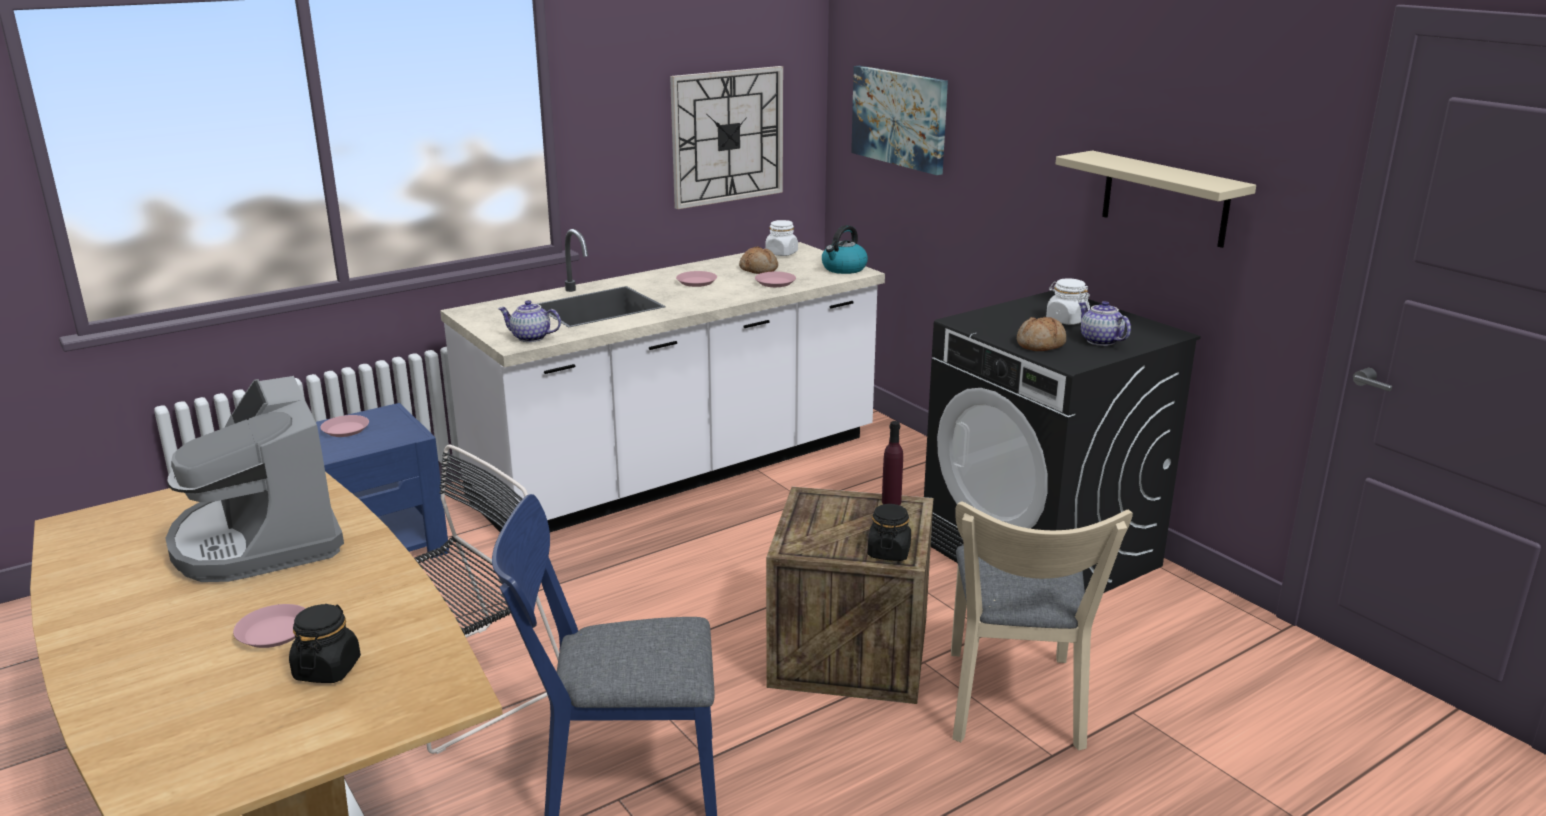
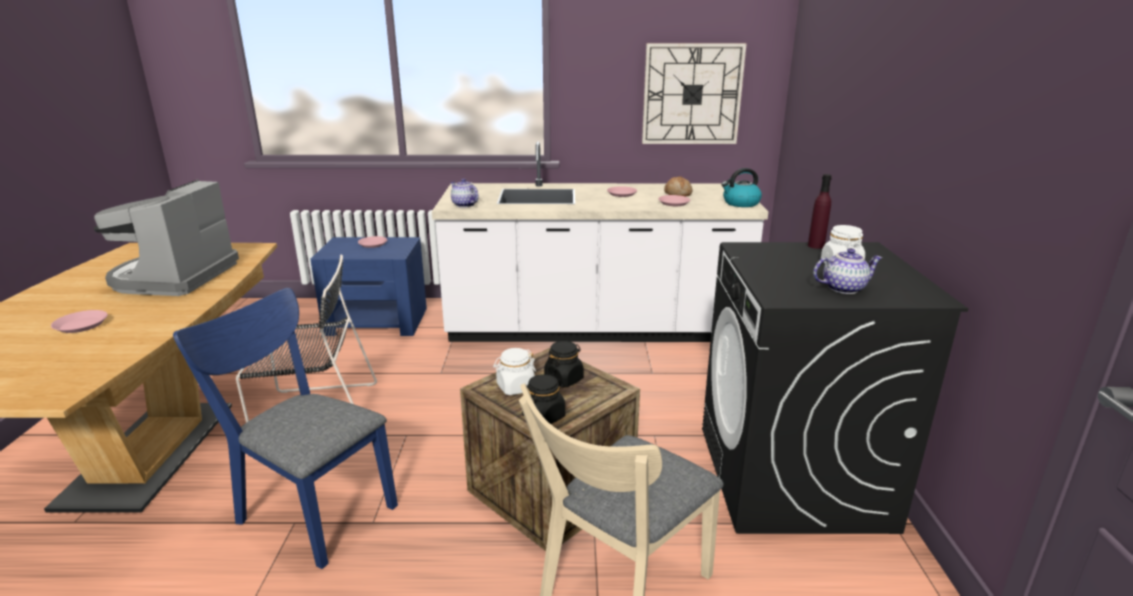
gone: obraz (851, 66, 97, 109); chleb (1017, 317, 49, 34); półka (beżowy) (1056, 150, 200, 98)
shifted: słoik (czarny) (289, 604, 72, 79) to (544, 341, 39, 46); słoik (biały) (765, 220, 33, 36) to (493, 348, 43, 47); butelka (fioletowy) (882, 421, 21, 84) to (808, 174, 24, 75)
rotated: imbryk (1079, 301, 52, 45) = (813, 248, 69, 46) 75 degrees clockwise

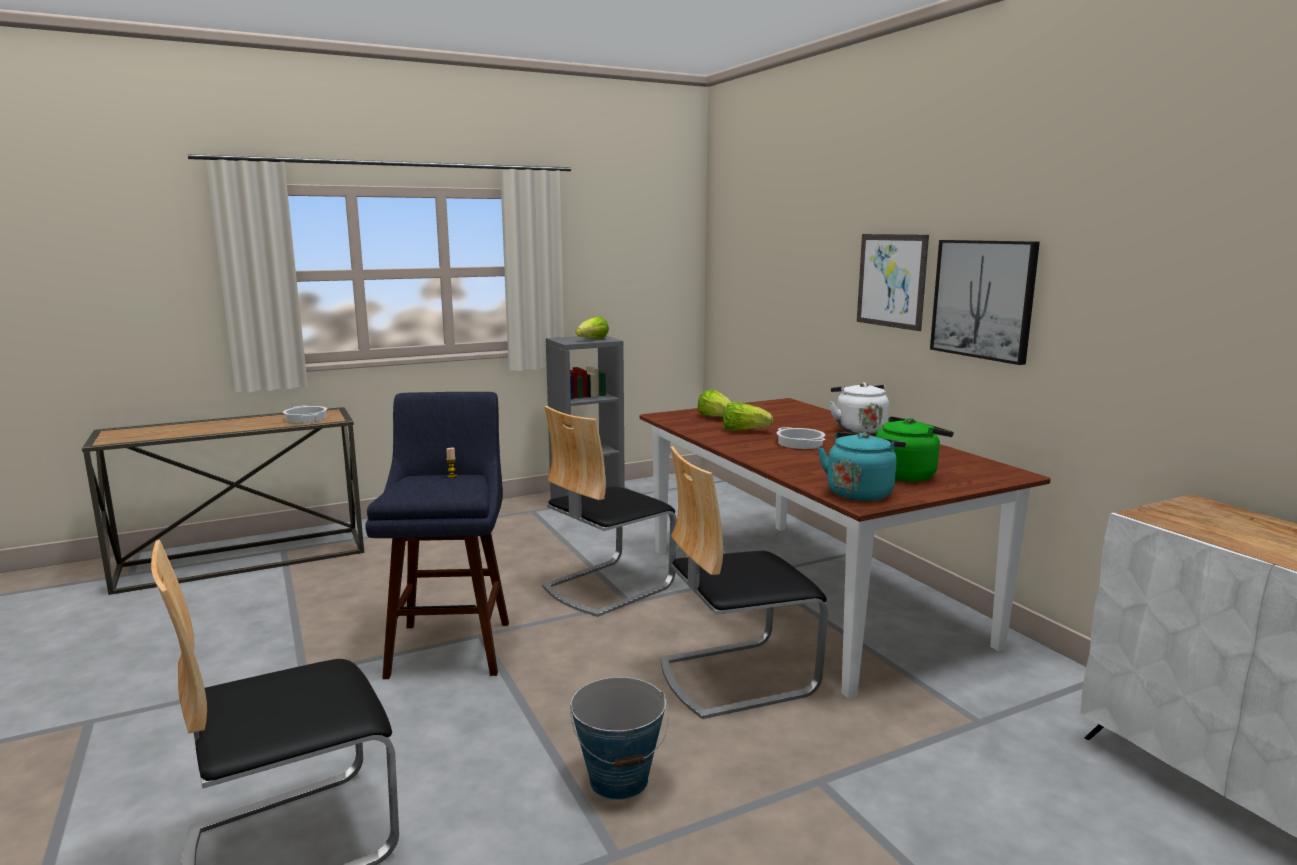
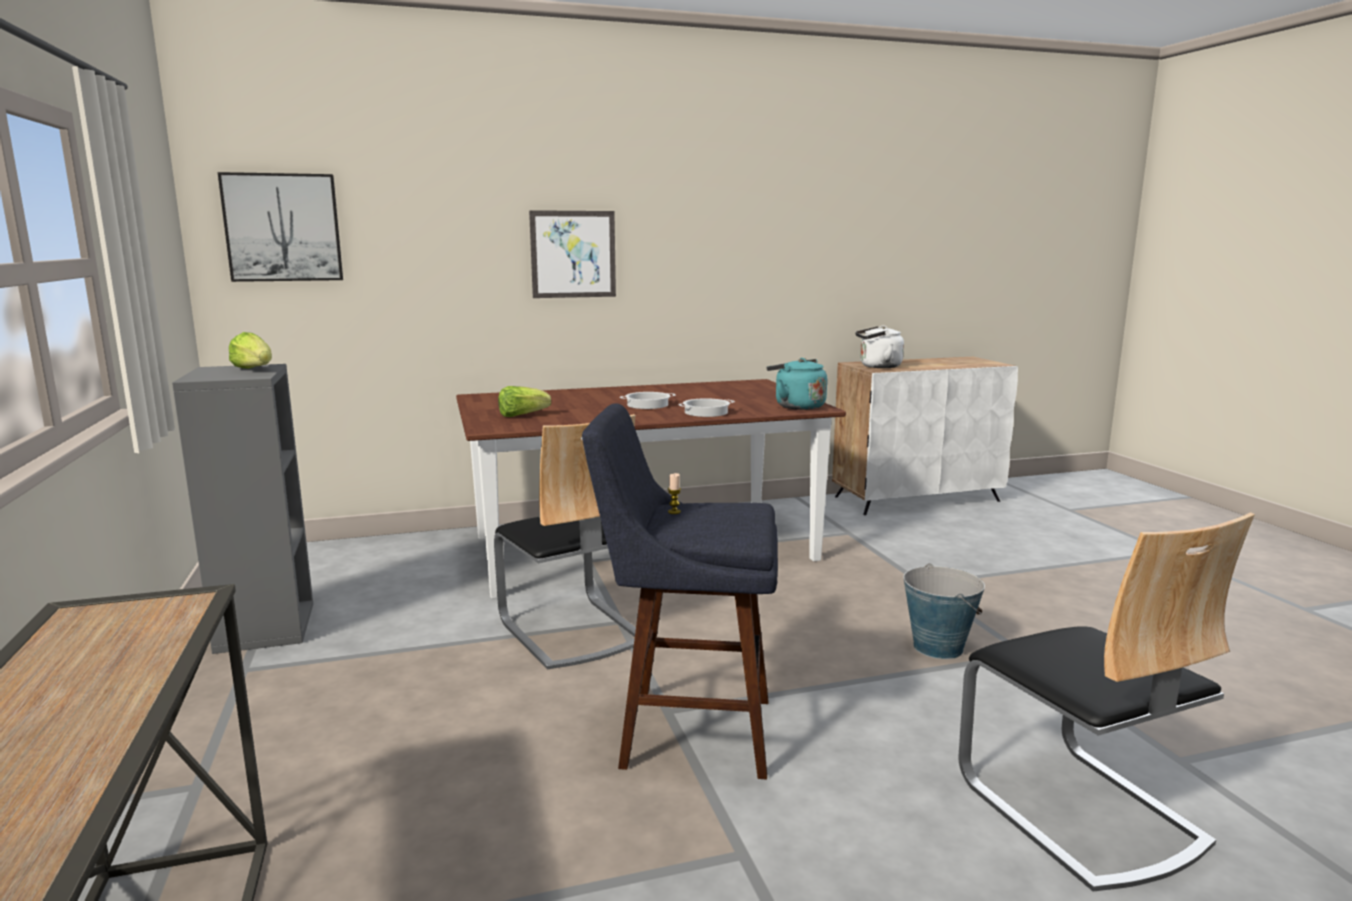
gone: krzesło (660, 446, 168, 273); sałata (723, 402, 50, 29); czajnik (zielony) (876, 416, 78, 66)
shifted: garnek (283, 406, 44, 17) to (678, 398, 57, 19); czajnik (biały) (830, 382, 59, 52) to (855, 326, 49, 42); obraz (930, 240, 110, 125) to (218, 172, 125, 110)

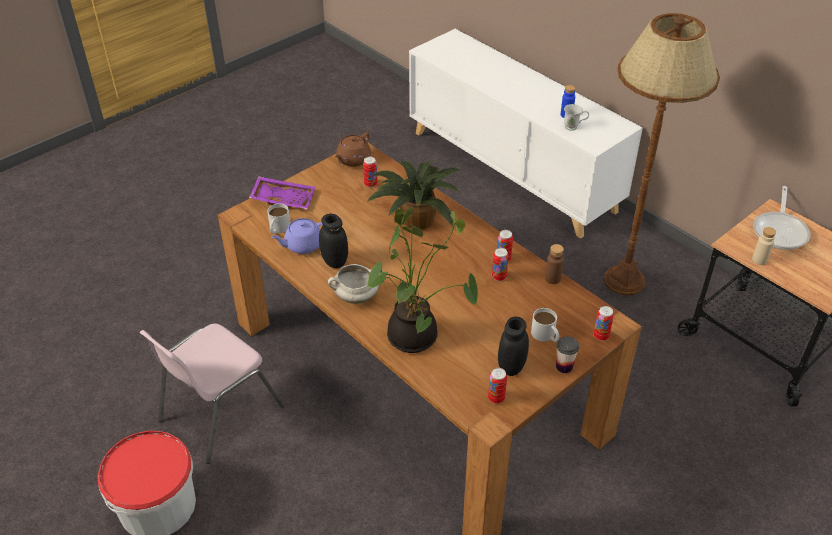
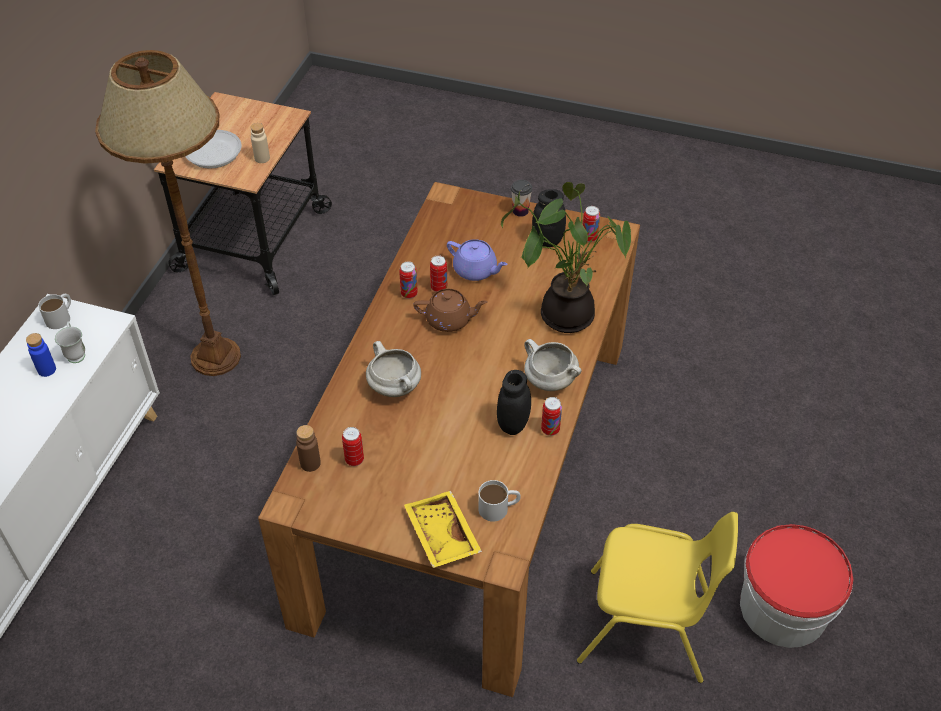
shifted: imbryk (fioletowy) (271, 218, 52, 36) to (447, 239, 61, 42); imbryk (brązowy) (335, 132, 36, 35) to (414, 289, 74, 43); kubek (biały) (531, 308, 28, 34) to (38, 294, 33, 35); butelka (brązowy) (545, 244, 19, 40) to (296, 425, 25, 47); puszka (594, 306, 20, 35) to (541, 397, 21, 39)
swapped: roślina doniczkowa (367, 160, 93, 70) to garnek (biały) (366, 341, 55, 56)
repainted: krzesło (różowy) (139, 323, 145, 141) to krzesło (żółty) (577, 512, 161, 171); taca (fioletowy) (249, 176, 66, 34) to taca (żółty) (404, 491, 78, 77)

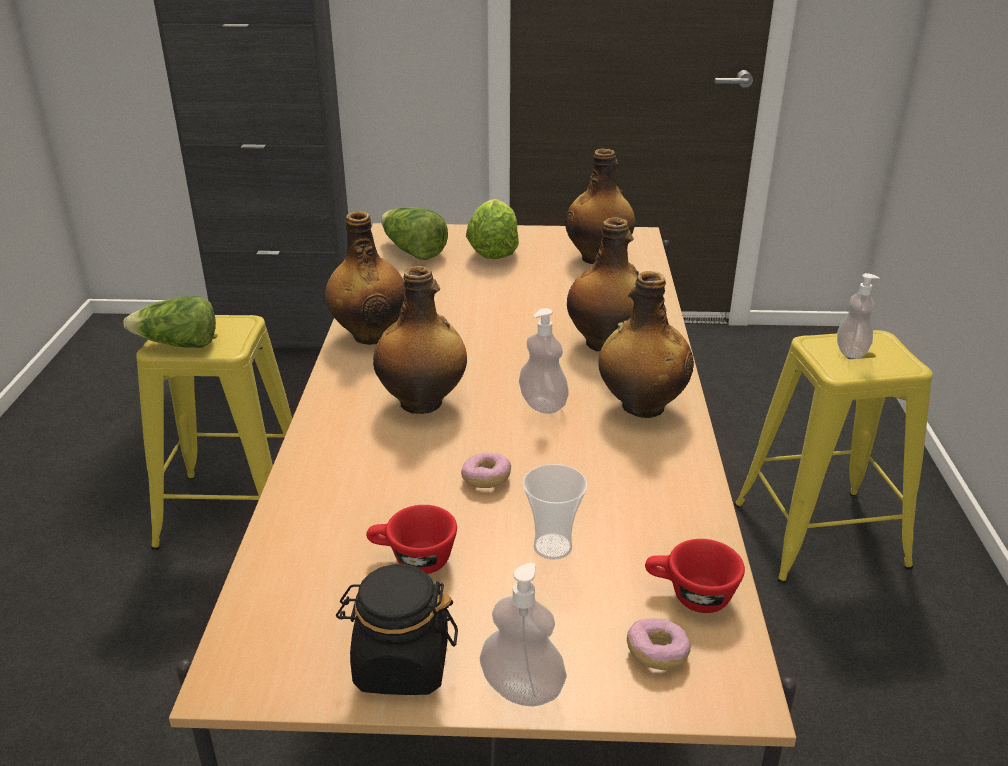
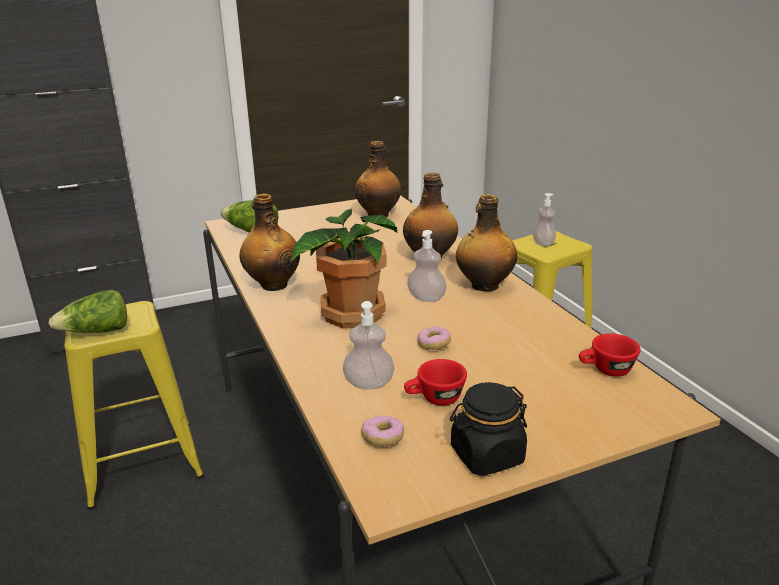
gone: sałata (466, 199, 53, 60); filiżanka (523, 464, 65, 96)
shifted: dozownik mydła (480, 563, 87, 143) to (343, 301, 51, 88); donut (627, 618, 64, 52) to (361, 416, 43, 30)
swapped: butelka (373, 266, 94, 148) to roślina doniczkowa (290, 208, 107, 121)

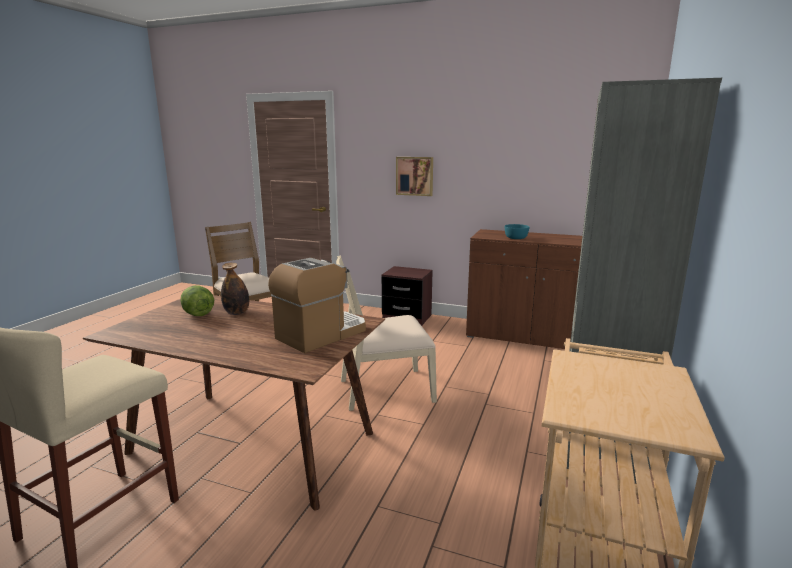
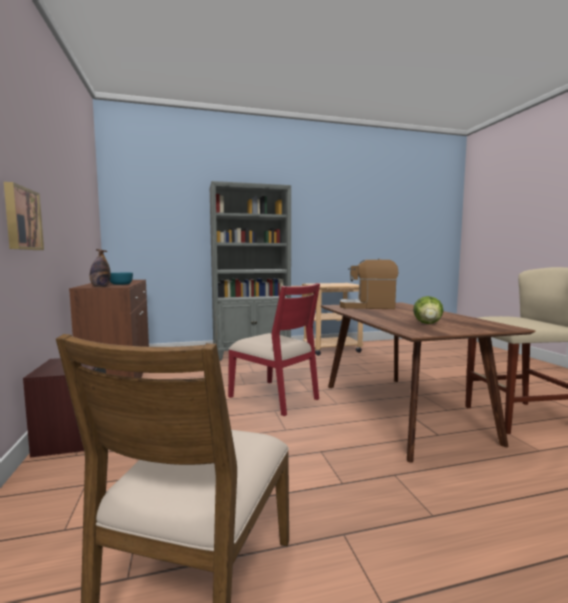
shifted: butelka (221, 263, 28, 52) to (90, 249, 21, 38)
repainted: krzesło (beżowy) (336, 255, 101, 156) to krzesło (czerwony) (228, 283, 92, 133)

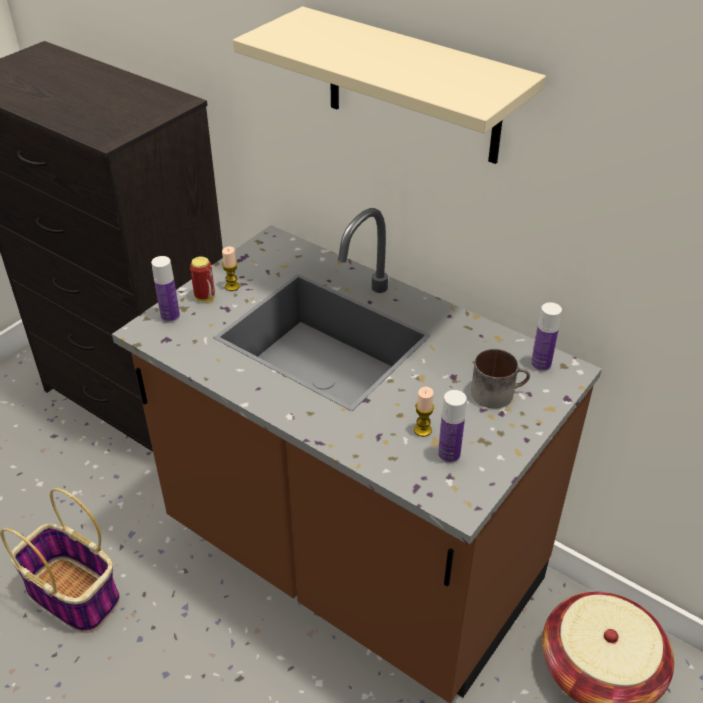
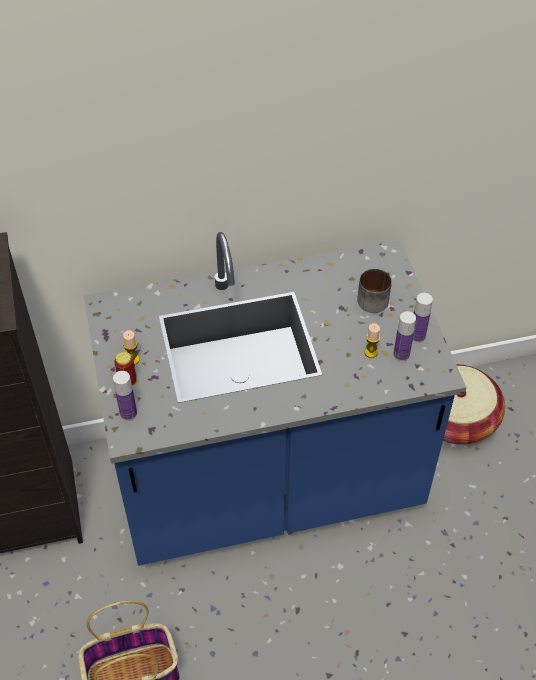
gone: półka (beżowy) (233, 7, 313, 157)
shifted: butelka (531, 302, 31, 70) to (413, 293, 20, 50)
repainted: zabudowa kuchenna (brązowy) (112, 208, 490, 495) to zabudowa kuchenna (niebieski) (84, 232, 382, 334)

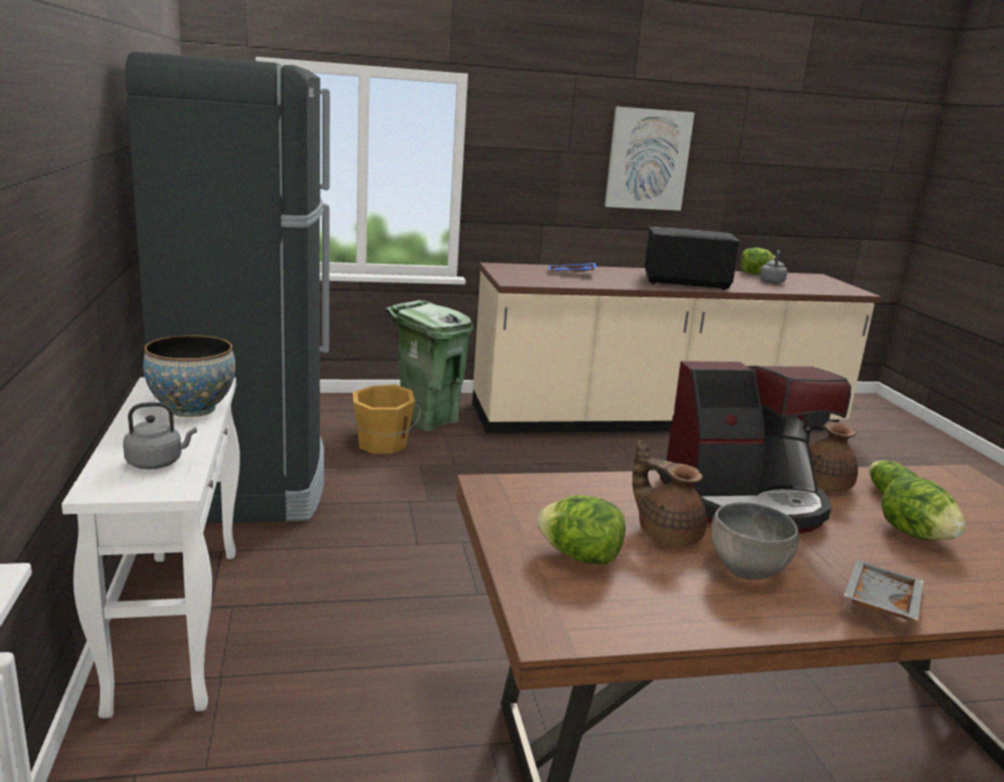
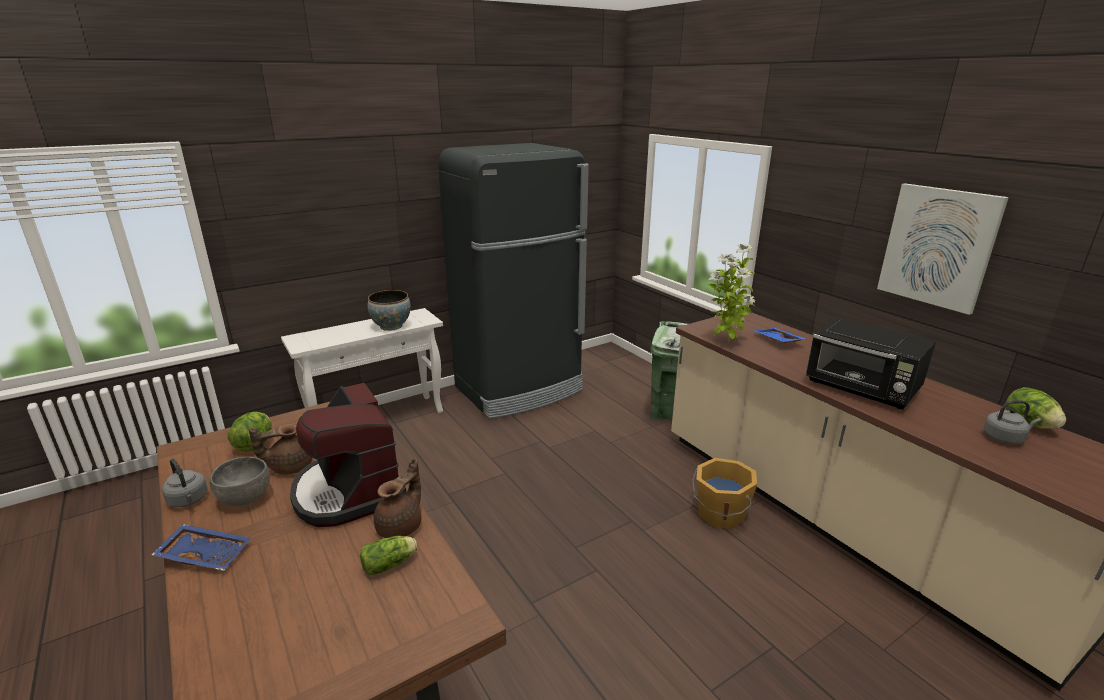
gone: sałata (881, 475, 85, 65)
new: roślina doniczkowa (708, 244, 47, 99)
shifted: czajnik (szary) (123, 402, 74, 67) to (162, 459, 46, 48); wiadro (pomarańczowy) (345, 385, 76, 69) to (692, 458, 65, 71)
repainted: taca (szary) (844, 559, 79, 61) to taca (niebieski) (152, 524, 99, 47)
rotated: imbryk (brązowy) (632, 440, 75, 106) = (248, 424, 64, 51) 135 degrees counterclockwise; mikrofalówka (czarny) (644, 226, 96, 64) = (806, 317, 130, 92) 150 degrees clockwise

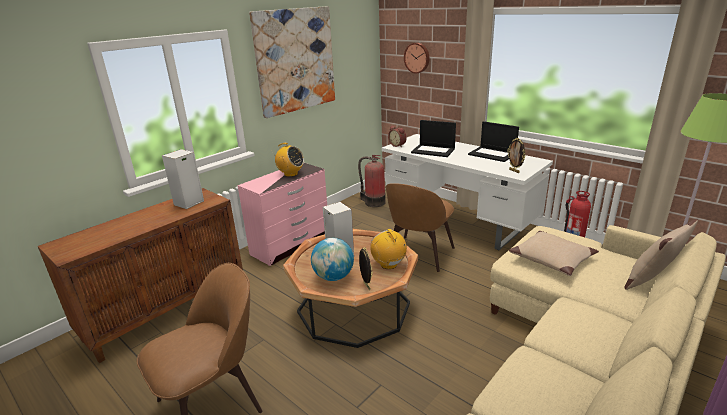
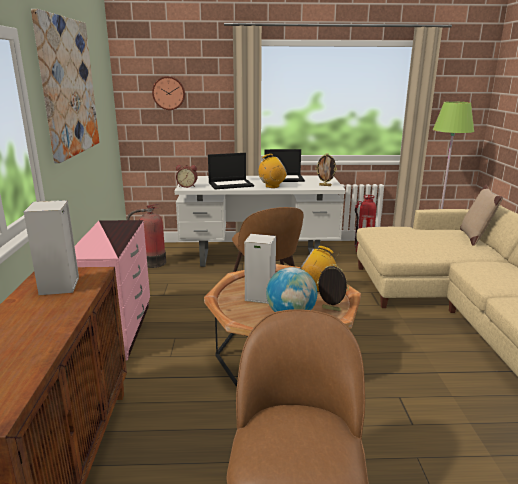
gone: poduszka (beżowy) (509, 231, 90, 45)
shifted: radio (271, 143, 33, 34) to (258, 154, 29, 34)

